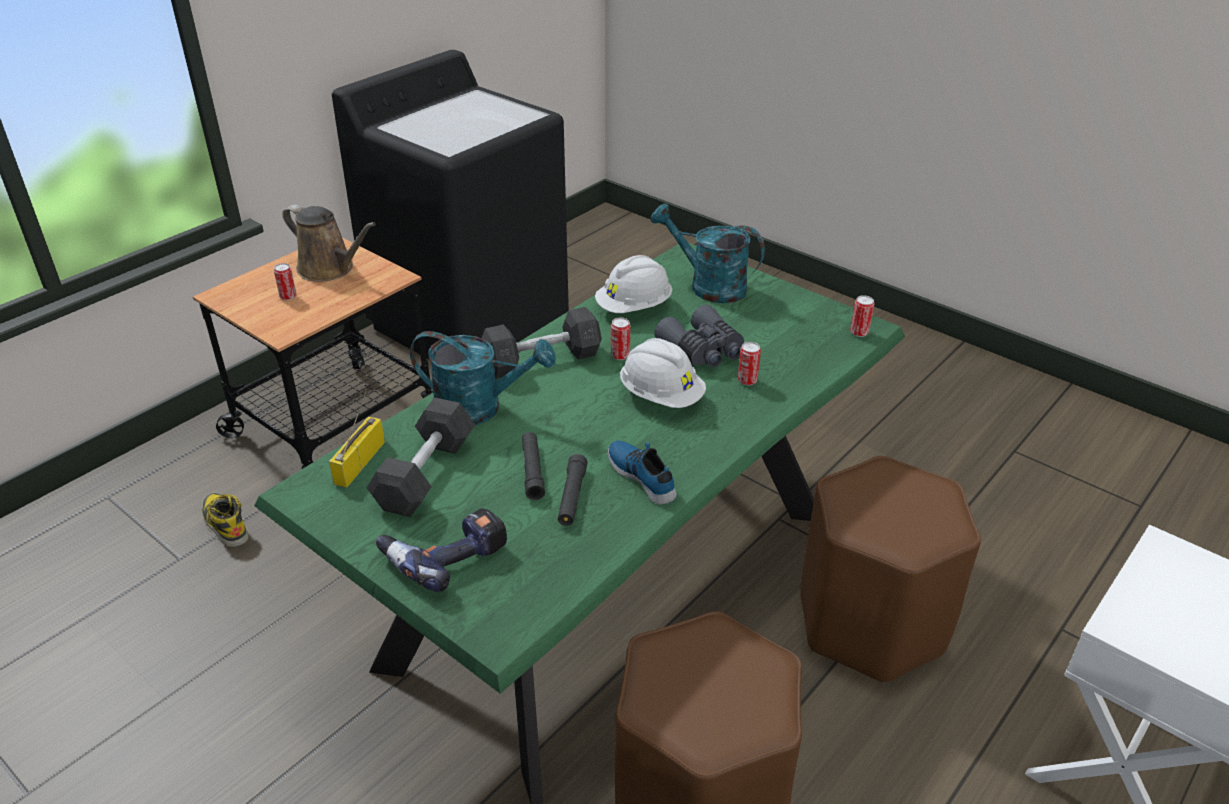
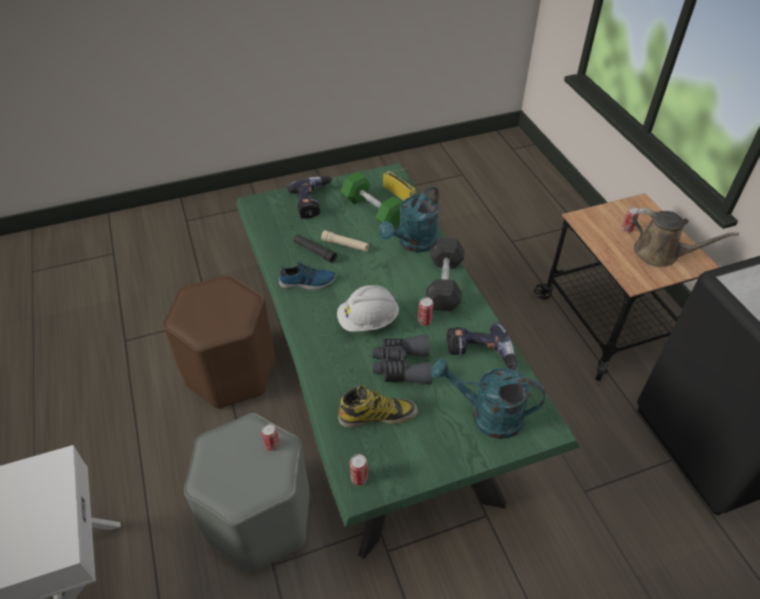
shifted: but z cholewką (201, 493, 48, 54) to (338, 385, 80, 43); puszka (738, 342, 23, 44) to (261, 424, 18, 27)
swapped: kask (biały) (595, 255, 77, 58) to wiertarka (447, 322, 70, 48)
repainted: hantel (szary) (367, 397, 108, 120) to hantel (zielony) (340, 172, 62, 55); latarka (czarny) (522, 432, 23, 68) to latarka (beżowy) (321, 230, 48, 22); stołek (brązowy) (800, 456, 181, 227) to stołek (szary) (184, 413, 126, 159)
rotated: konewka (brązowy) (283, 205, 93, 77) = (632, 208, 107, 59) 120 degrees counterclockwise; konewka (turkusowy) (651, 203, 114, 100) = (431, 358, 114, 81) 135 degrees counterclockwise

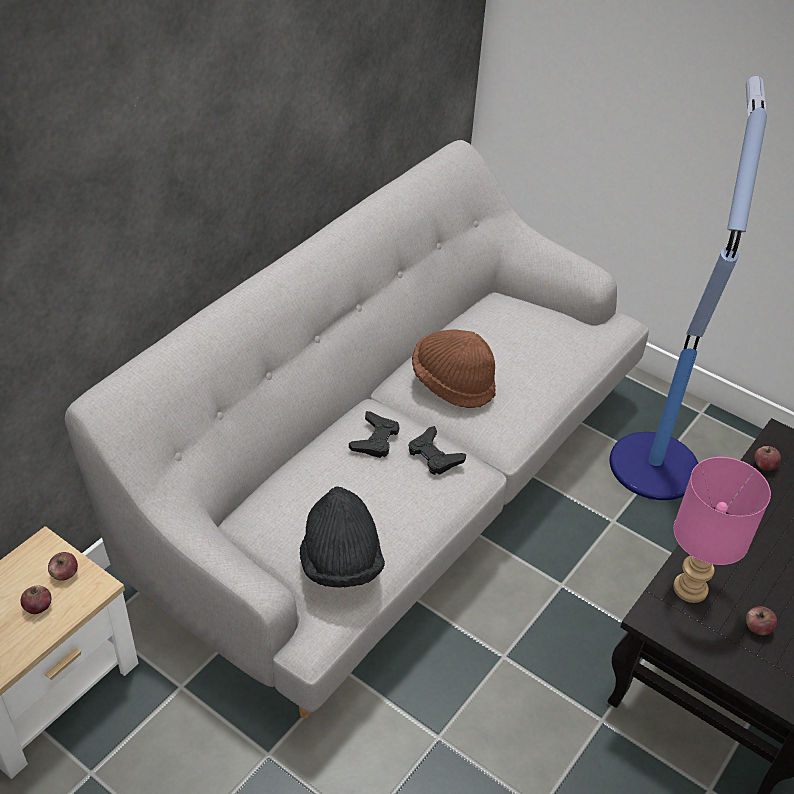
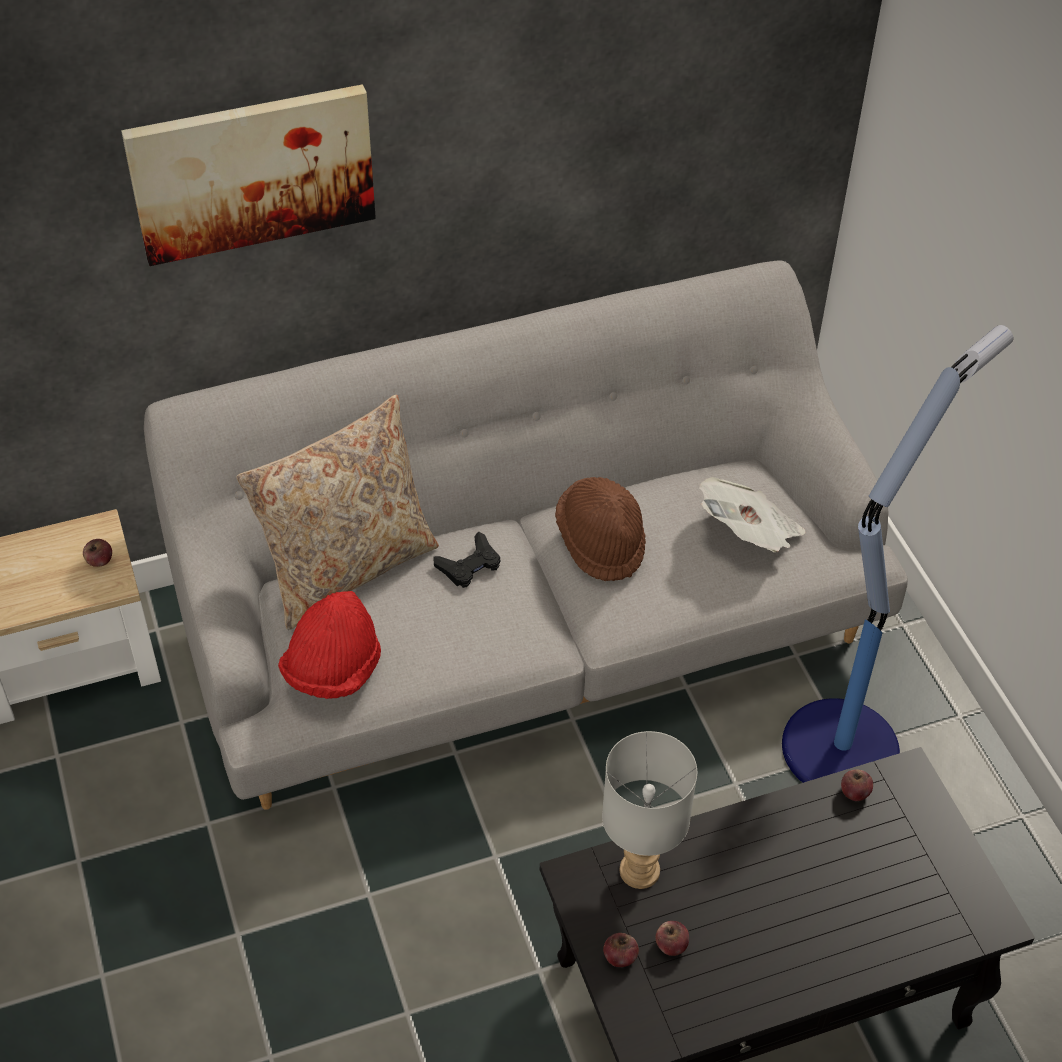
gone: pad do gier (czarny) (409, 426, 57, 49)
new: obraz (121, 84, 255, 182); poduszka (beżowy) (236, 394, 203, 236); gazeta (699, 477, 107, 75)
shifted: jabłko (21, 586, 31, 28) to (603, 933, 36, 34)
repainted: kapelusz (czarny) (300, 486, 85, 102) to kapelusz (czerwony) (278, 591, 103, 108); lampa stołowa (różowy) (673, 457, 98, 146) to lampa stołowa (szary) (602, 731, 95, 158)

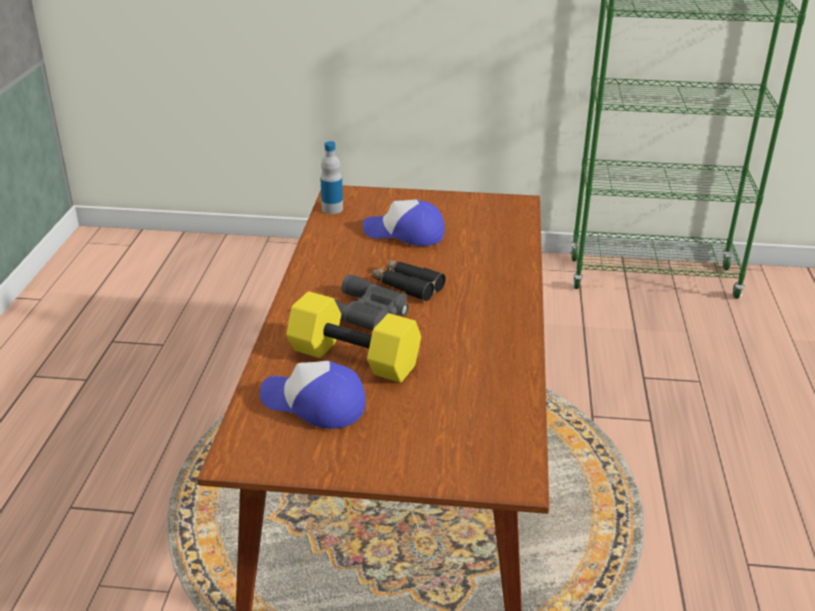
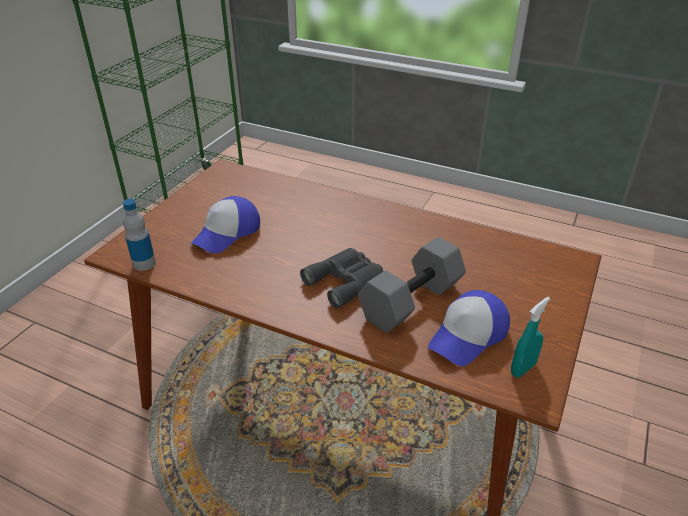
gone: lornetka (czarny) (372, 259, 74, 42)
new: spryskiwacz (turkusowy) (511, 297, 39, 80)
repainted: hantel (żółty) (286, 291, 135, 92) to hantel (szary) (358, 237, 108, 96)

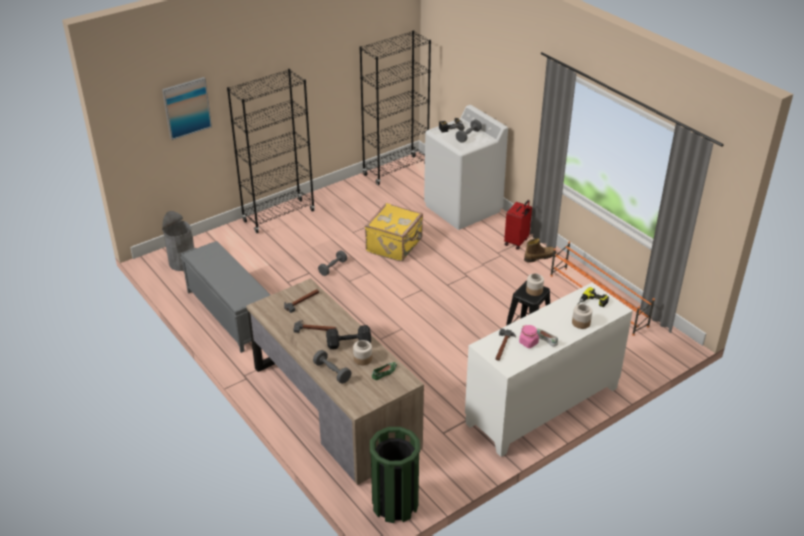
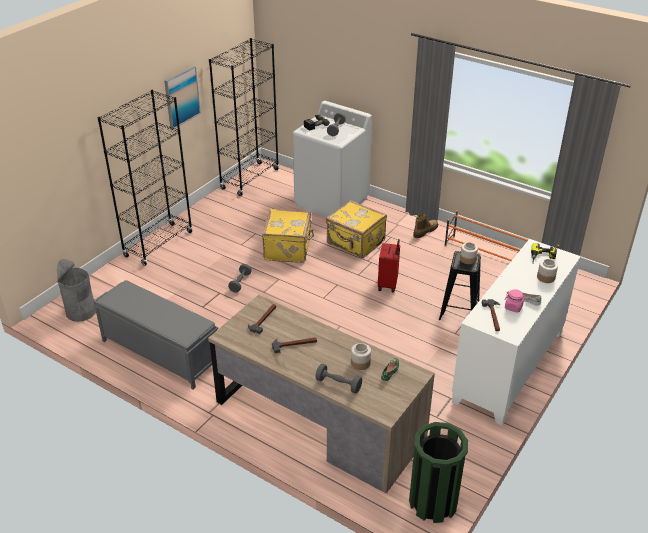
gone: hantel (czarny) (326, 325, 45, 24)
new: walizka (żółty) (326, 200, 61, 58)
shifted: obraz (162, 77, 50, 63) to (164, 66, 37, 63); walizka (czerwony) (504, 200, 28, 50) to (378, 239, 22, 54)

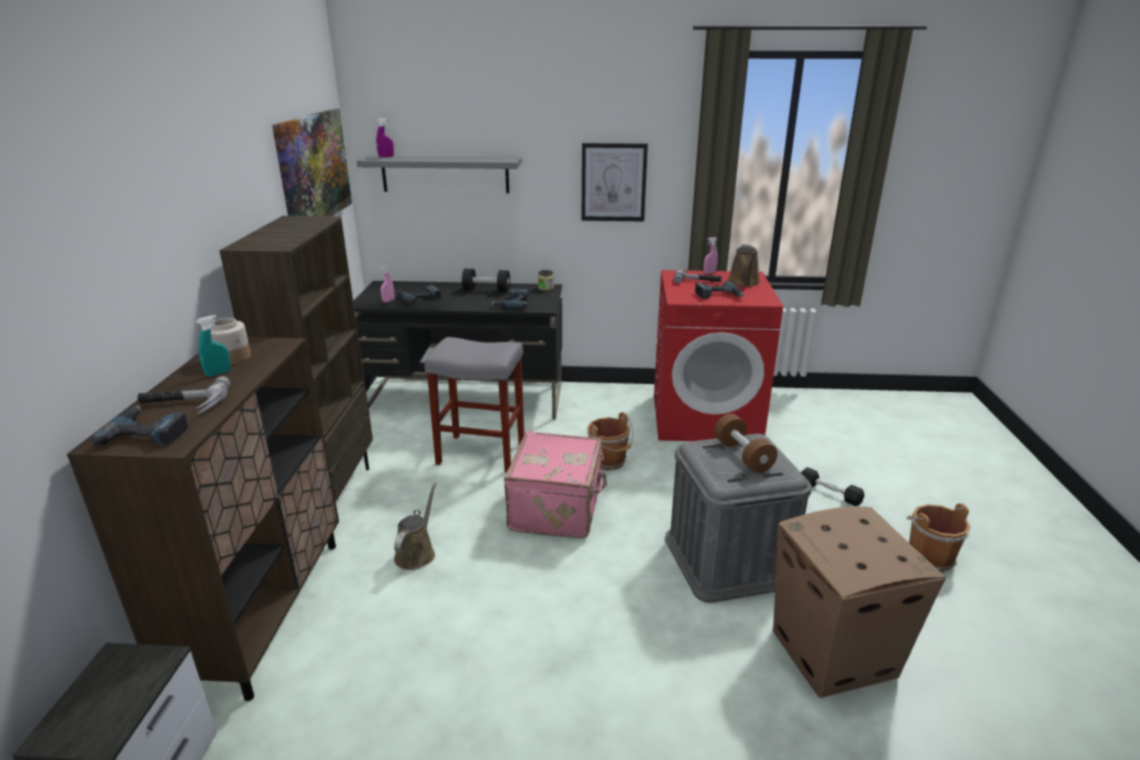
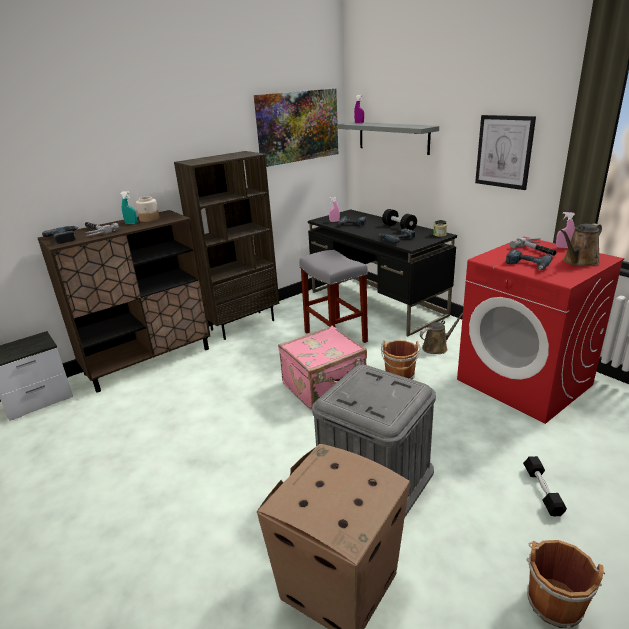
gone: hantel (brązowy) (714, 414, 64, 59)
shifted: konewka (brązowy) (394, 483, 43, 87) to (420, 313, 43, 41)

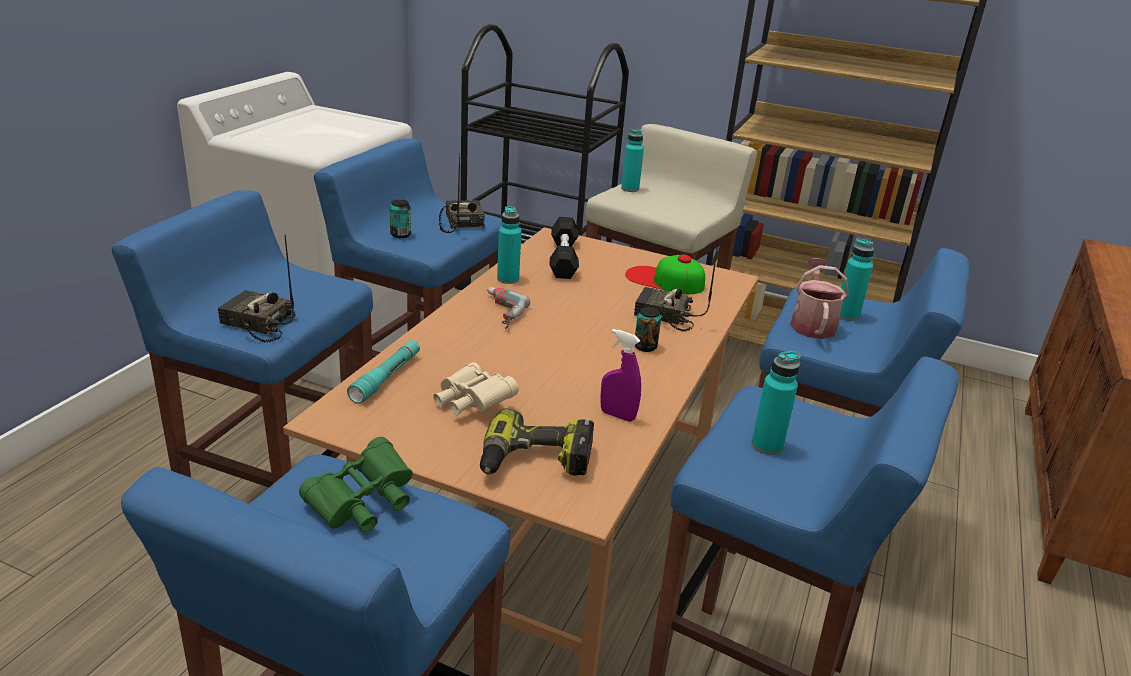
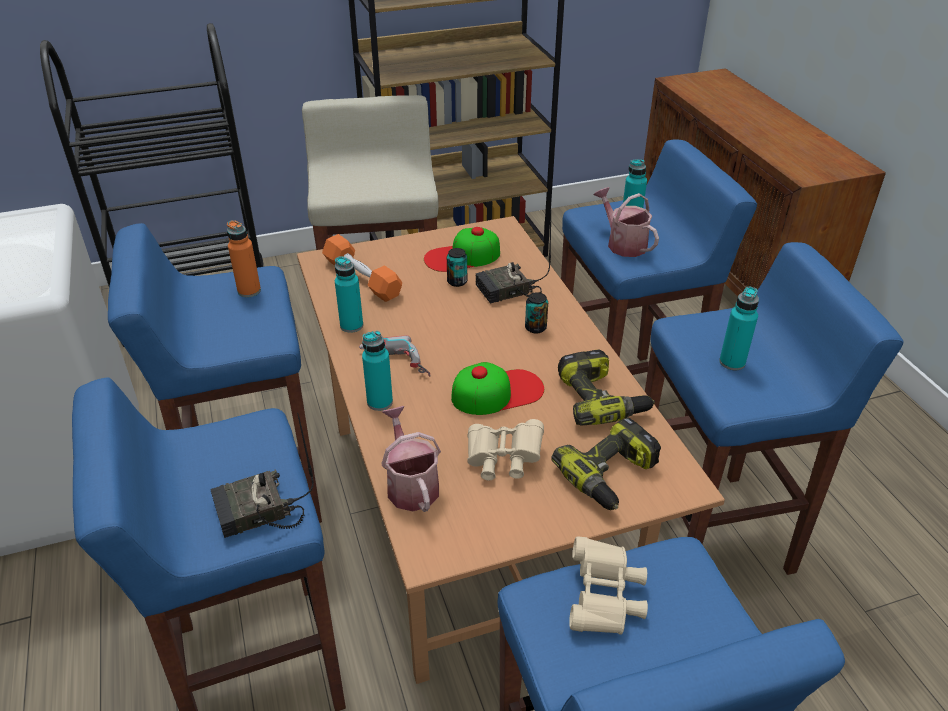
new: czapka z daszkiem (451, 362, 93, 53)
shifted: puszka (390, 199, 21, 39) to (447, 248, 20, 39); butelka (turkusowy) (621, 128, 23, 64) to (362, 331, 31, 80)
swapped: latarka (turkusowy) (347, 340, 73, 64) to konewka (381, 406, 60, 106); radio (439, 153, 46, 80) to butelka (pomarańczowy) (227, 220, 34, 77); spryskiwacz (fioletowy) (600, 329, 41, 93) to wiertarka (558, 350, 97, 76)
repainted: lornetka (zielony) (299, 437, 114, 96) to lornetka (beżowy) (569, 536, 79, 99); hantel (czarny) (549, 217, 30, 62) to hantel (pomarańczowy) (322, 234, 80, 68)

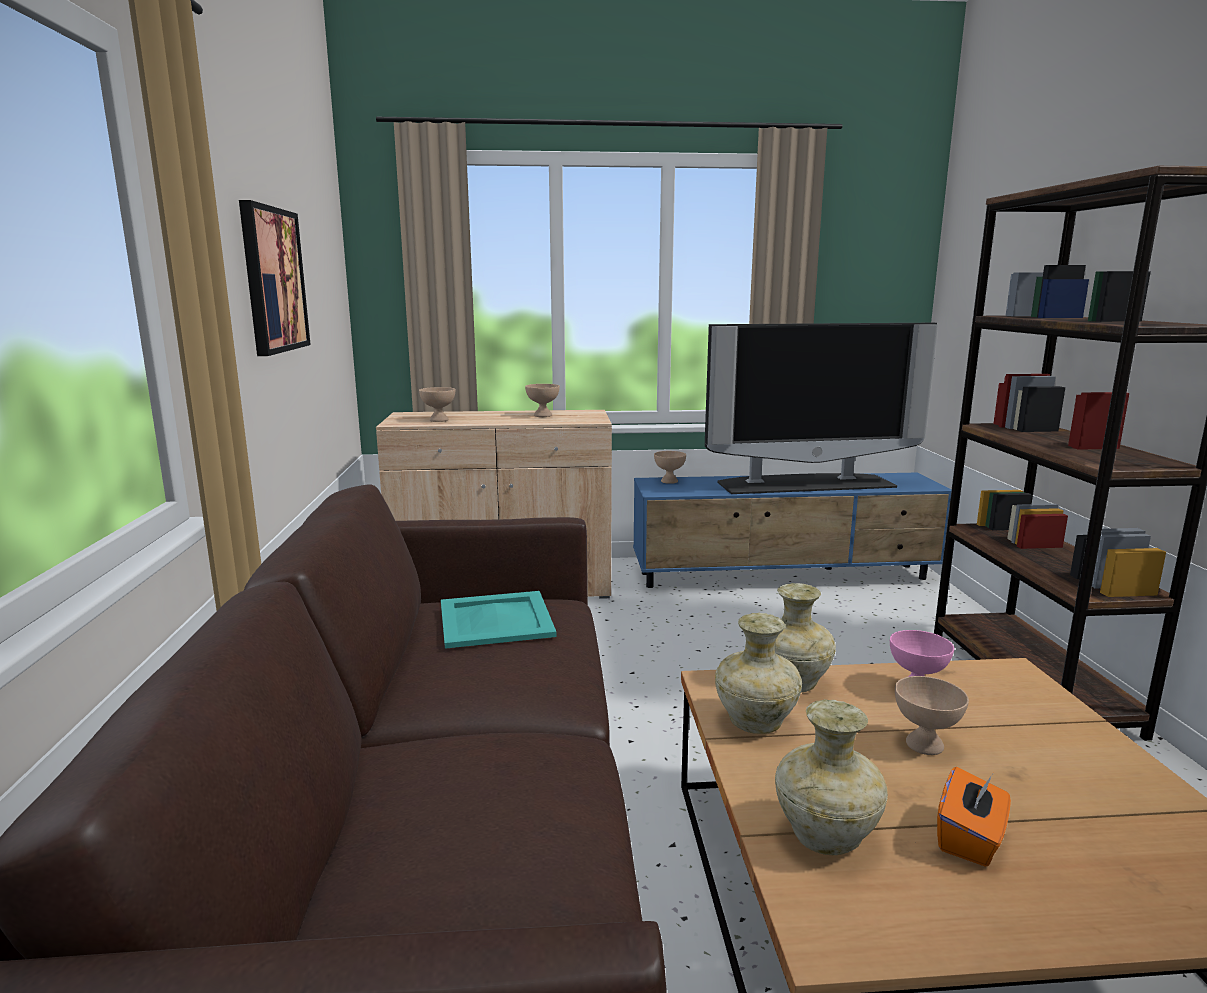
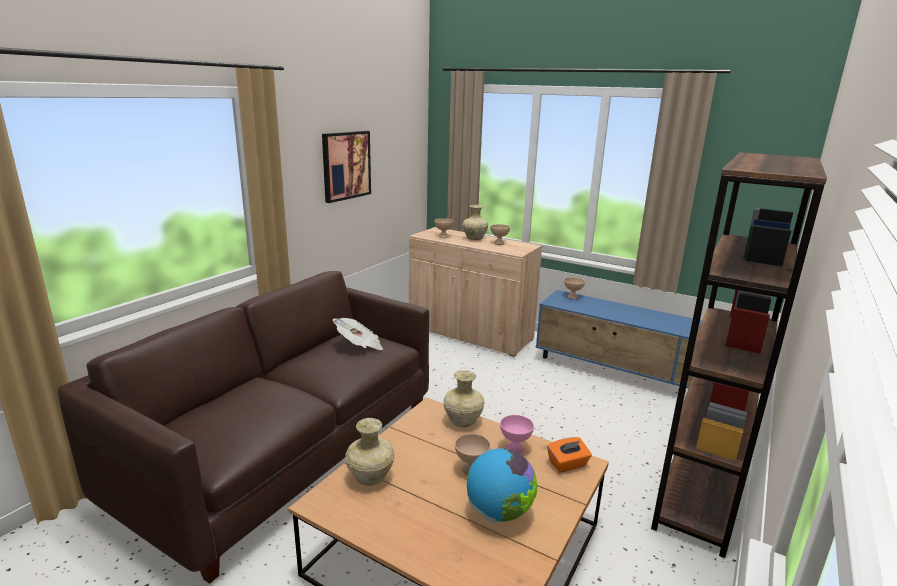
gone: telewizor (705, 323, 233, 171)
new: globus (467, 448, 70, 74)
shifted: wazon (beżowy) (715, 613, 87, 121) to (463, 205, 25, 35); pudełko chusteczek (pomarańczowy) (937, 767, 74, 100) to (547, 437, 45, 36)
swapped: taca (turkusowy) (441, 591, 116, 58) to gazeta (333, 318, 50, 32)

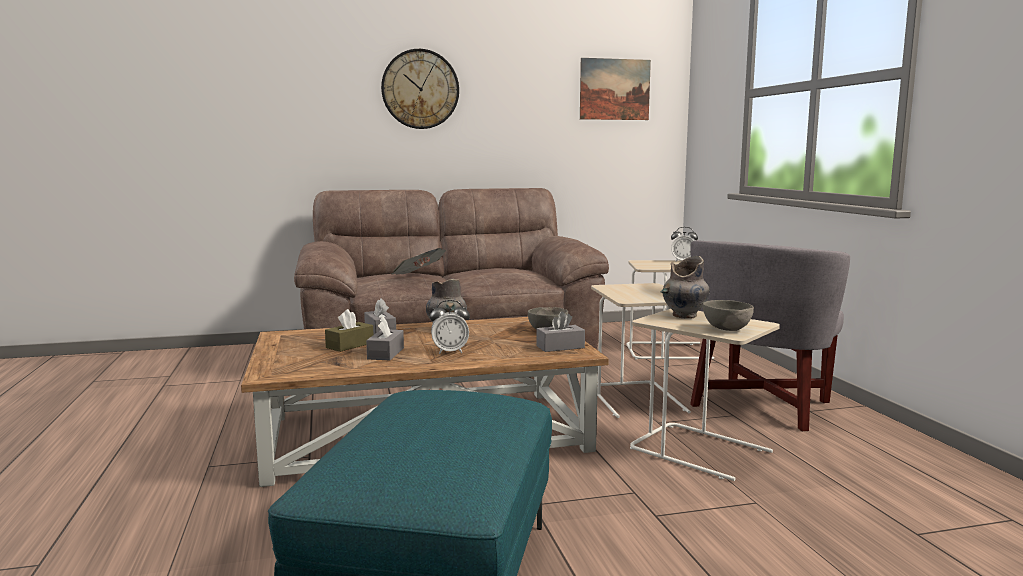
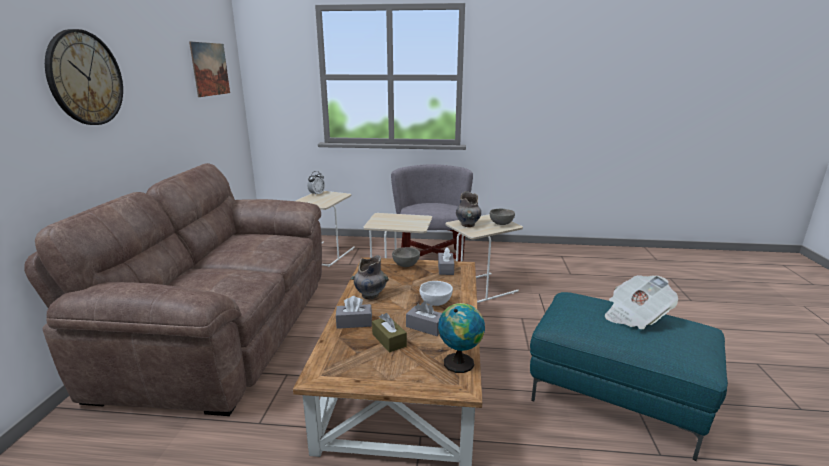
new: globus (438, 303, 47, 70)
shifted: gazeta (391, 248, 55, 27) to (605, 275, 73, 54)
swapped: budzik (430, 300, 40, 54) to miska (biały) (420, 281, 33, 25)
rotated: fotel (szary) (690, 240, 160, 191) = (391, 164, 82, 97) 150 degrees counterclockwise

